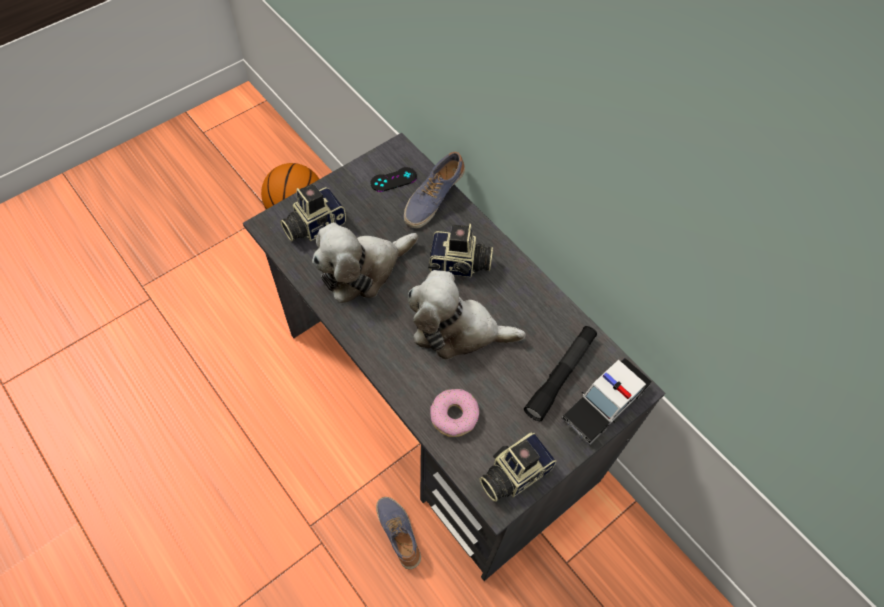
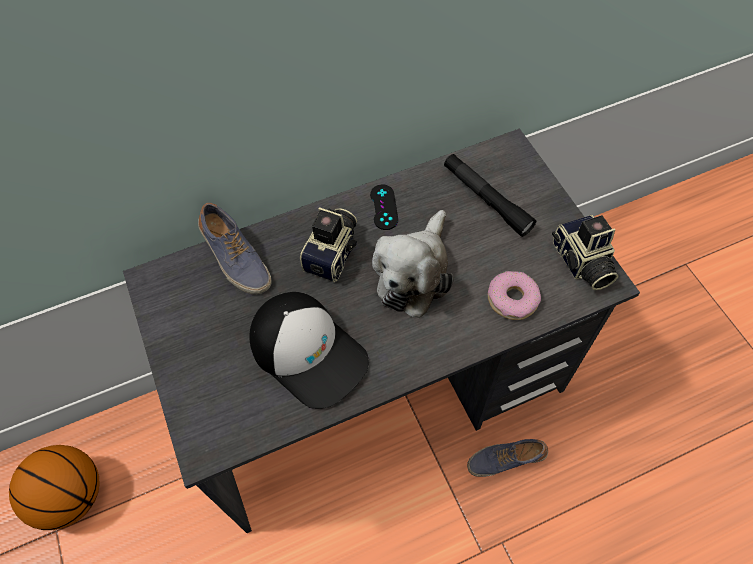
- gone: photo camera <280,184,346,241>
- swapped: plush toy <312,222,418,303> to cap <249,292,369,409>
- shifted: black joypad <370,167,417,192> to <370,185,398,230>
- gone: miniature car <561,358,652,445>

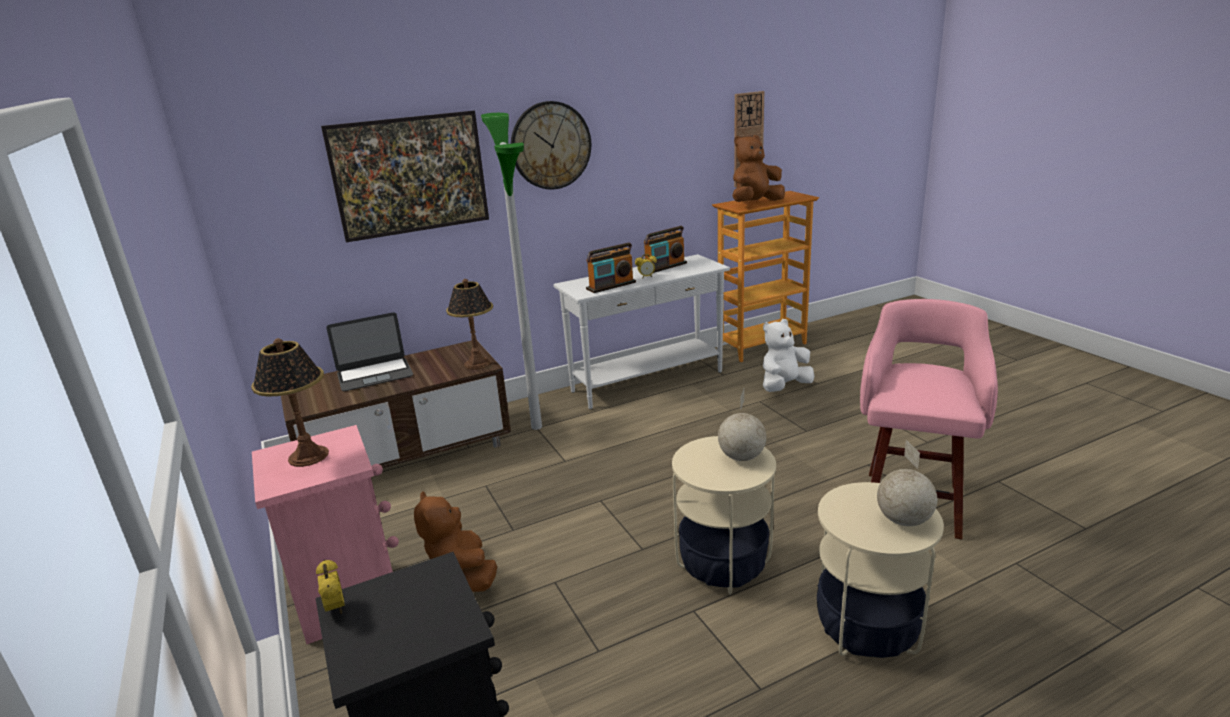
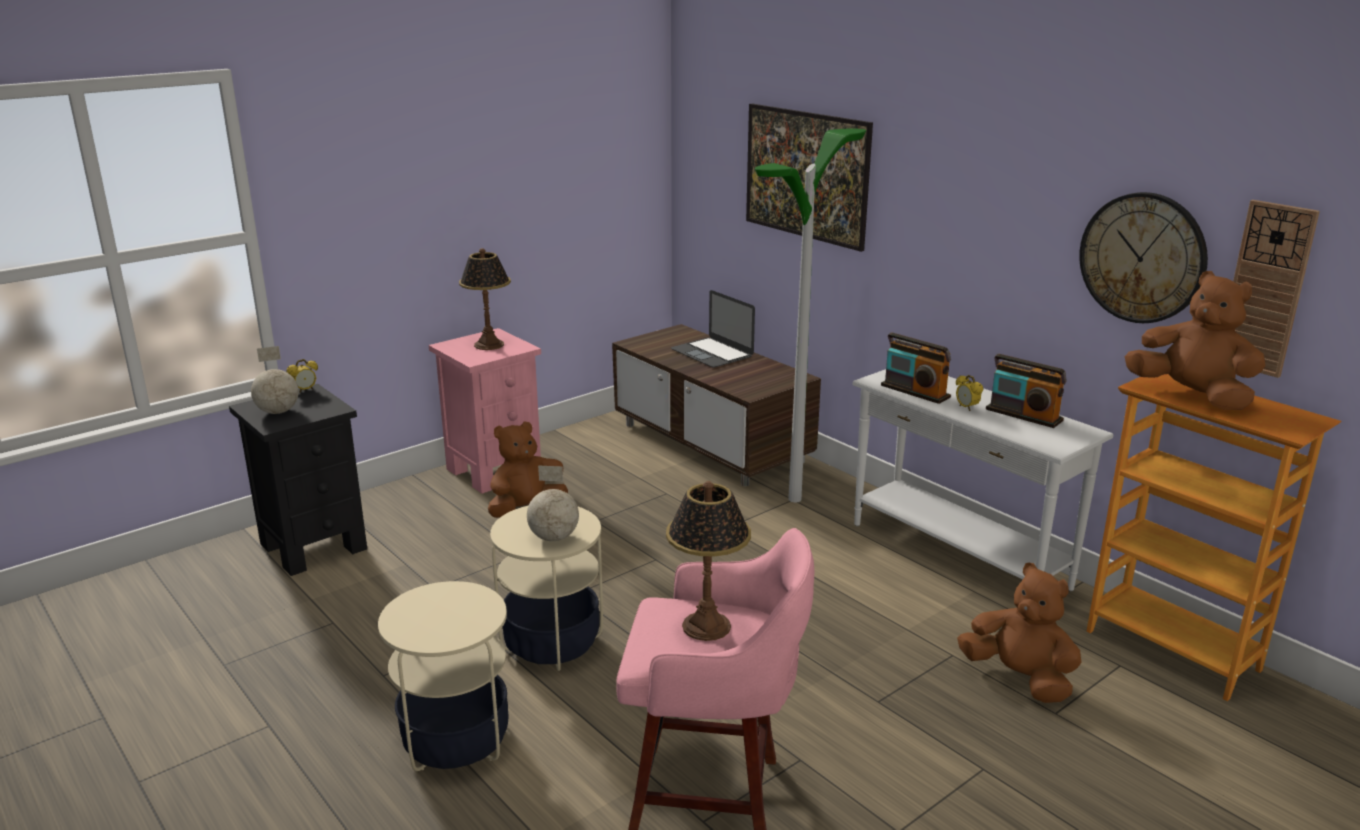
- shifted: table lamp <446,279,493,370> to <666,481,751,641>
- shifted: wall clock <511,101,591,190> to <1079,192,1208,323>
- repainted: whitish plush toy <763,319,814,392> to brown-coloured plush toy <957,563,1082,703>
- shifted: world globe <877,440,937,526> to <251,346,299,414>

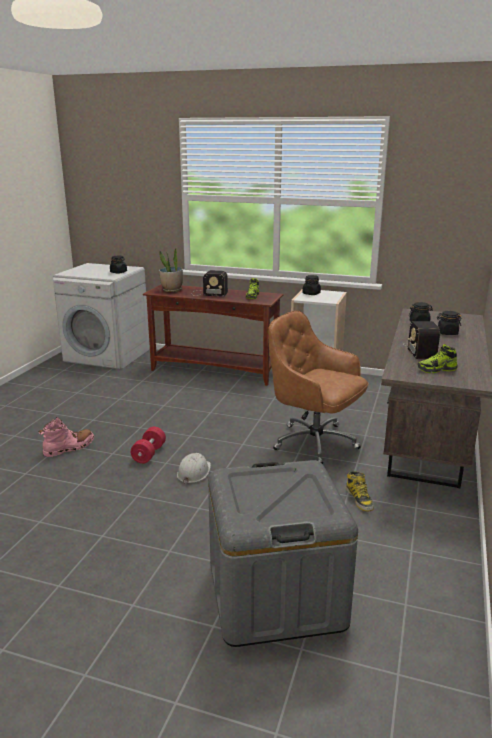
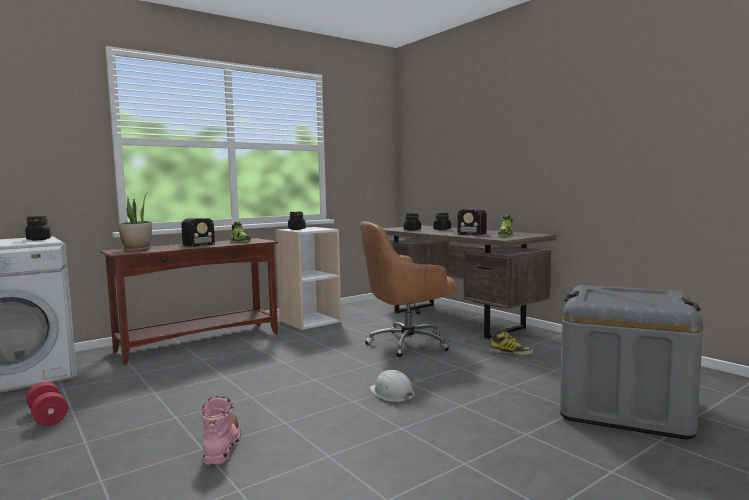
- shifted: red free weight <130,427,166,464> to <26,382,68,426>

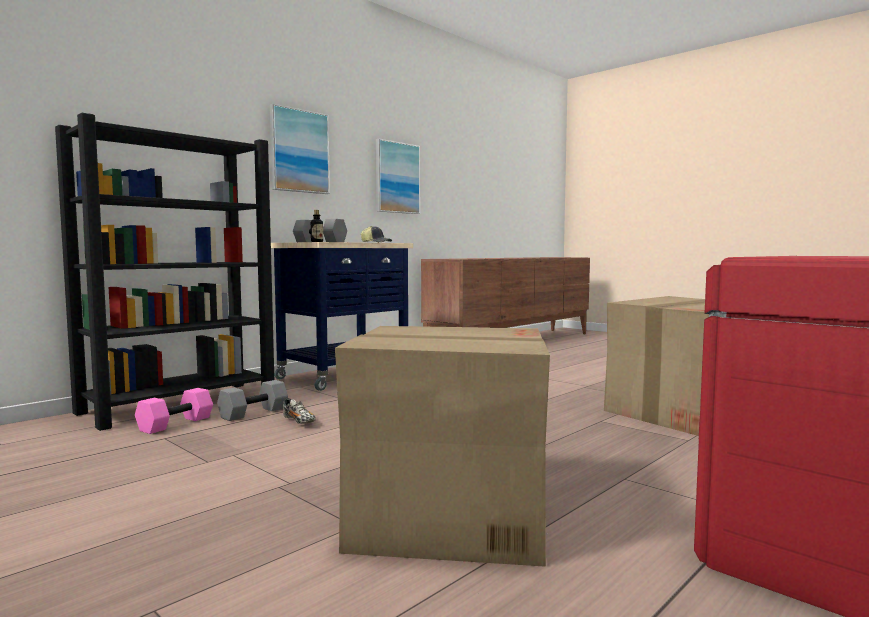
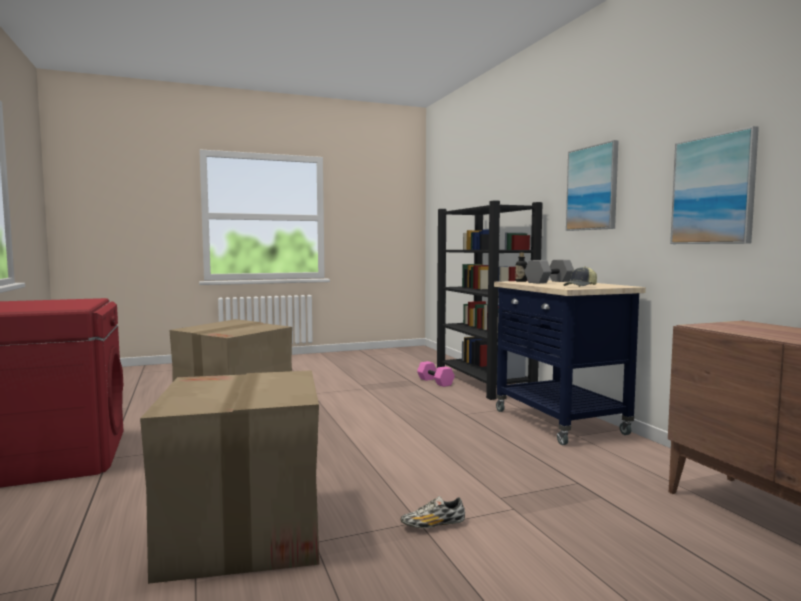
- gone: gray free weight <217,380,288,421>
- shifted: shoe <283,398,316,424> to <401,496,465,528>

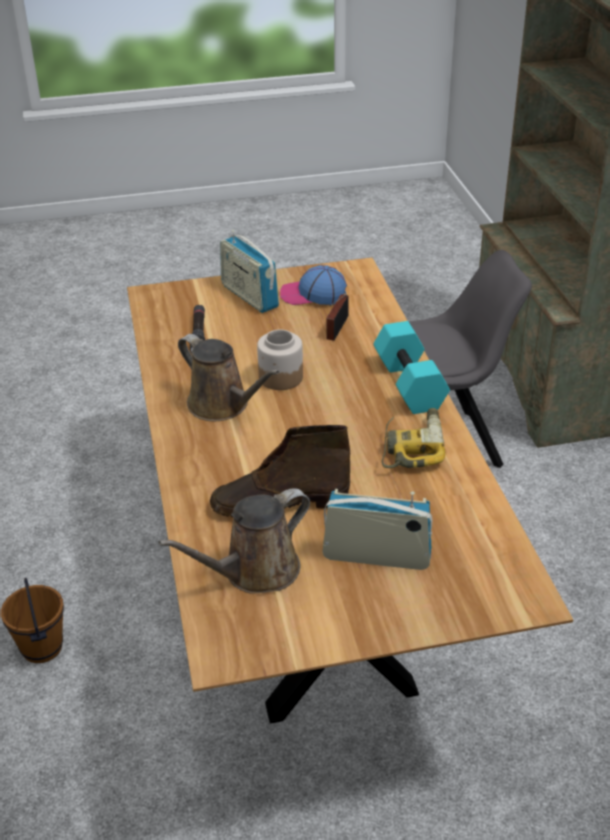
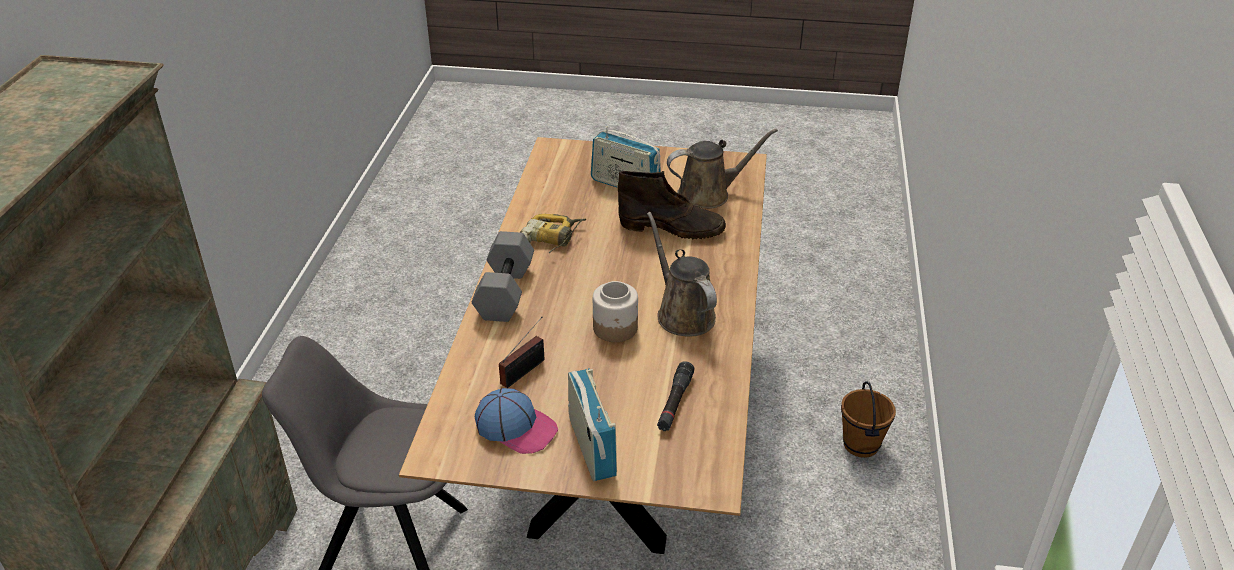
- repainted: blue-green free weight <373,321,450,414> to gray free weight <472,231,534,322>

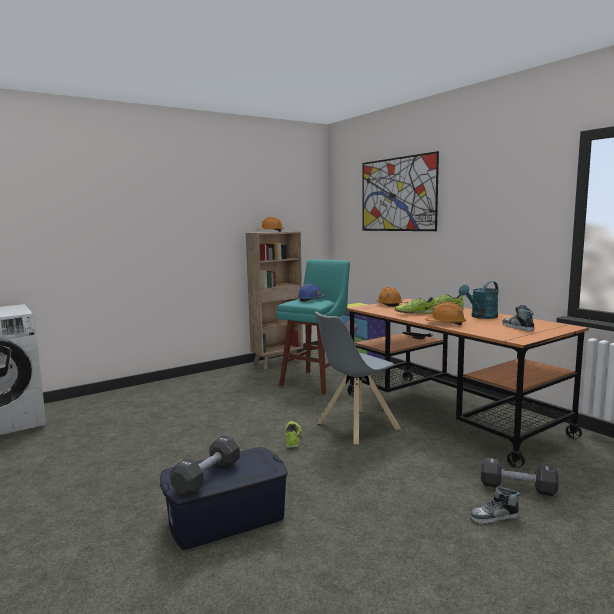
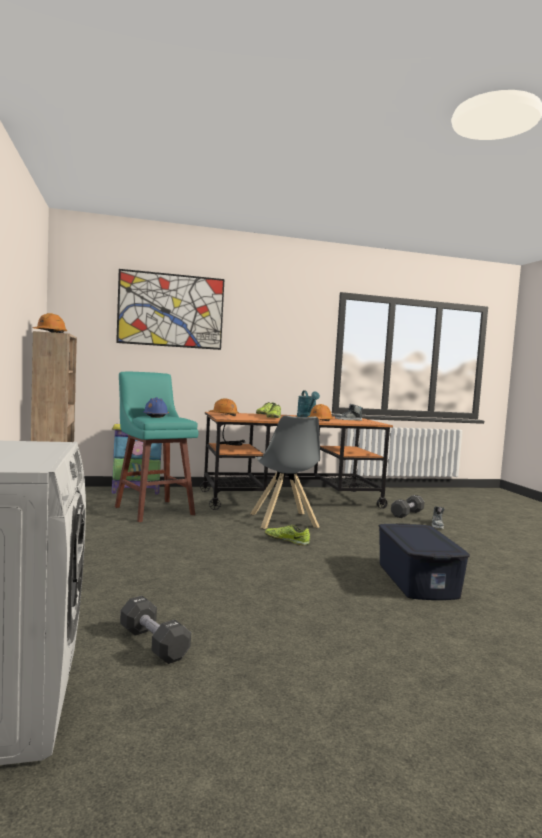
- shifted: black free weight <170,436,240,496> to <120,596,191,664>

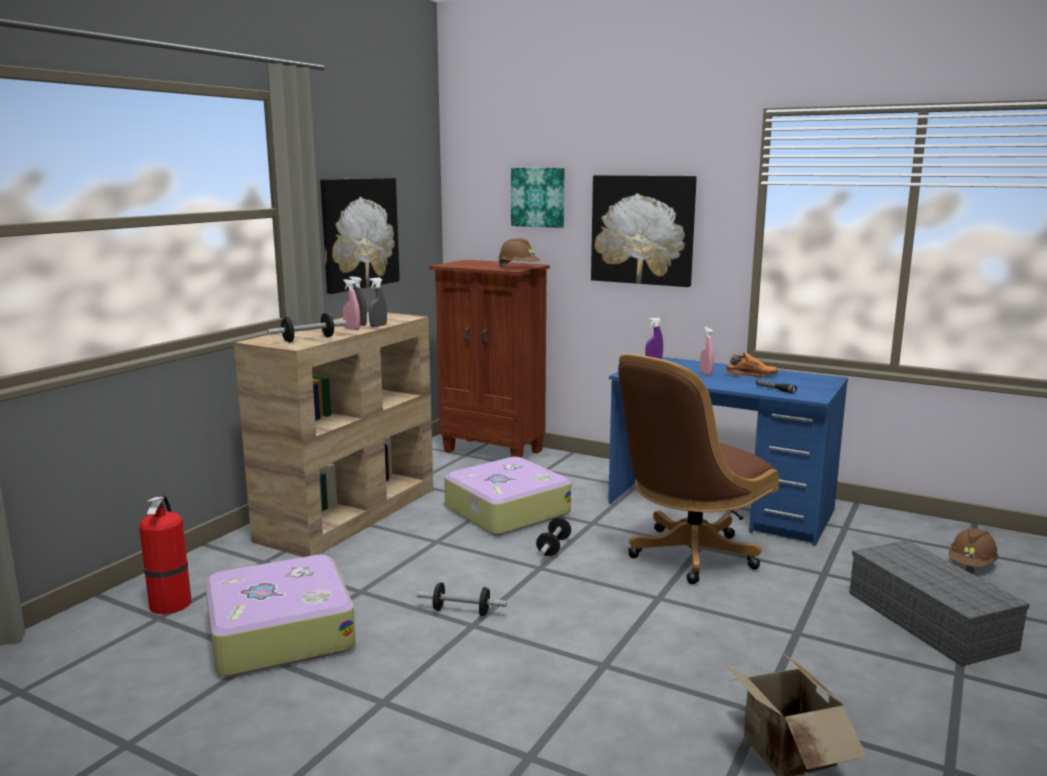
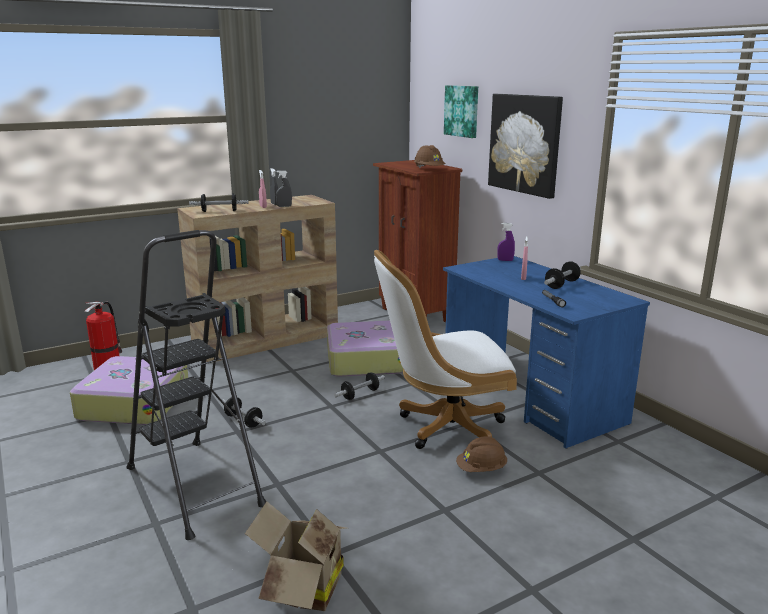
- gone: wall picture <320,178,400,294>
- repainted: brown-coloured desk chair <618,354,779,584> to whitish desk chair <374,250,517,449>
- swapped: orange-coloured shoe <725,352,778,377> to free weight <544,261,581,289>
- gone: gray storage container <849,540,1030,666>
- shifted: brown-coloured safety helmet <949,527,998,567> to <456,436,507,472>
- new: step stool <126,230,266,540>

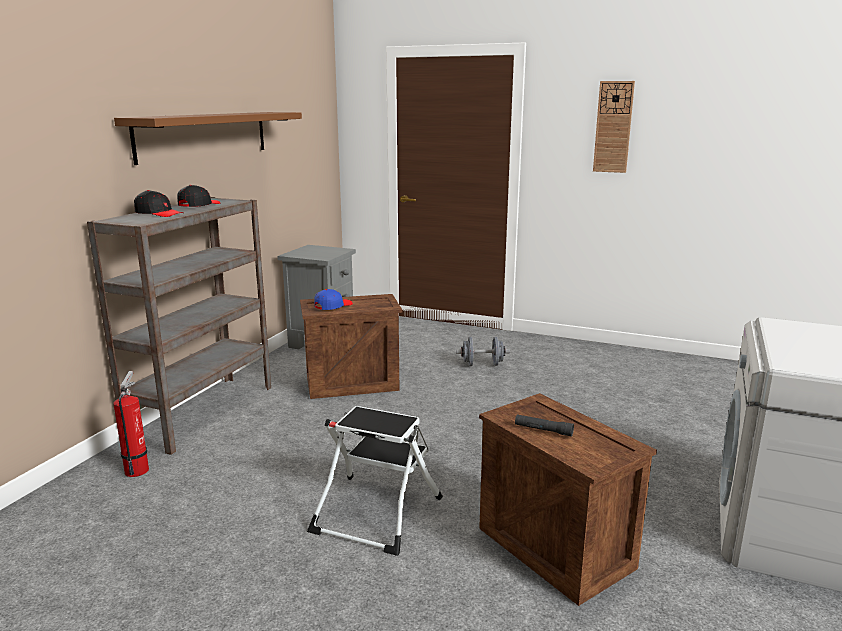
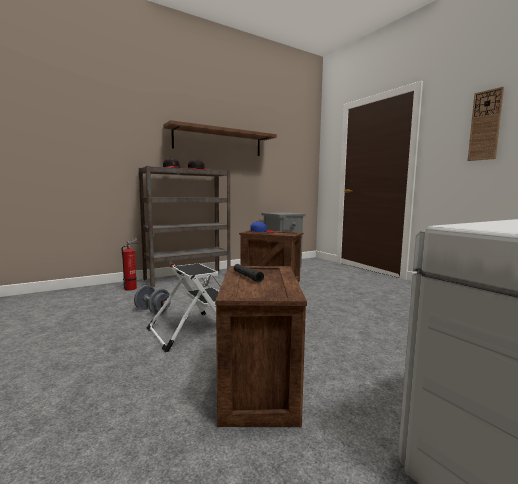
- shifted: gray free weight <456,337,510,366> to <134,285,171,314>

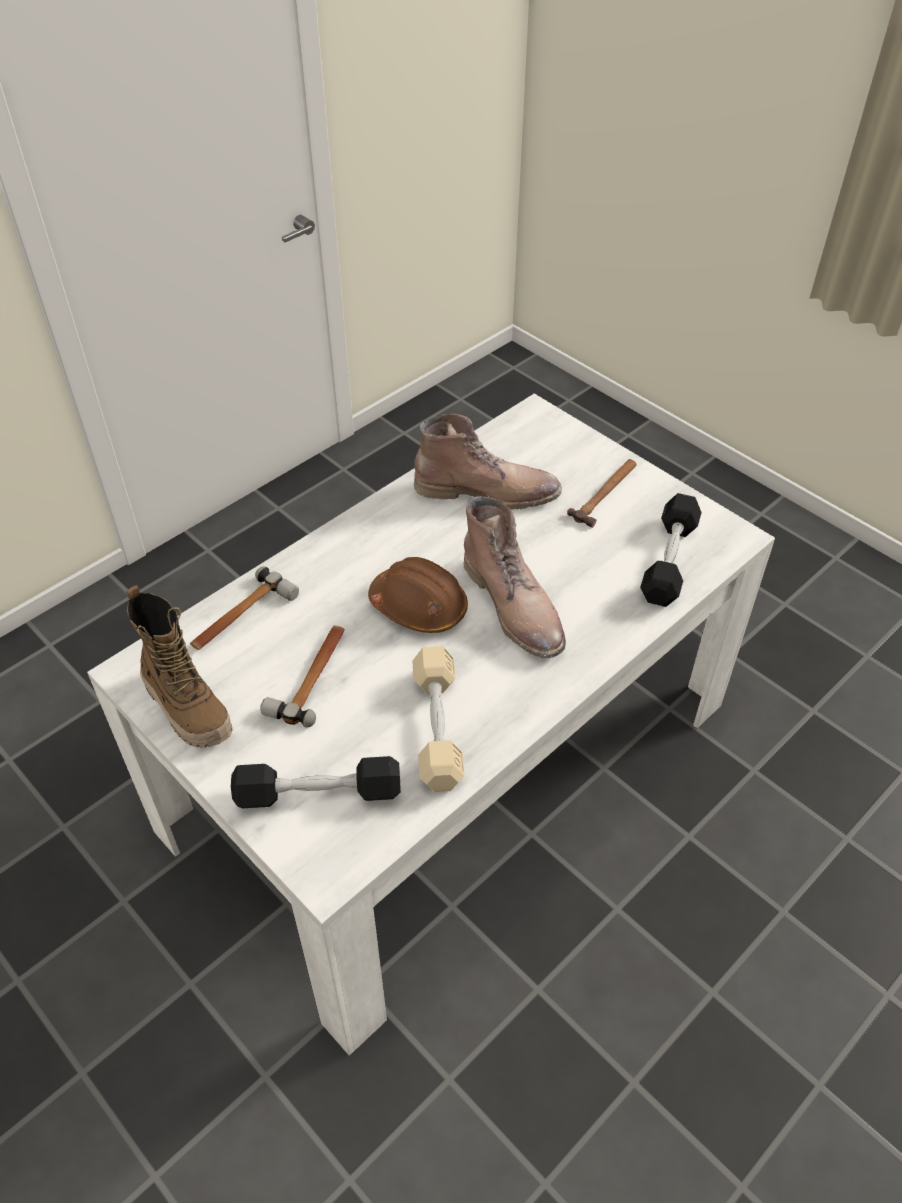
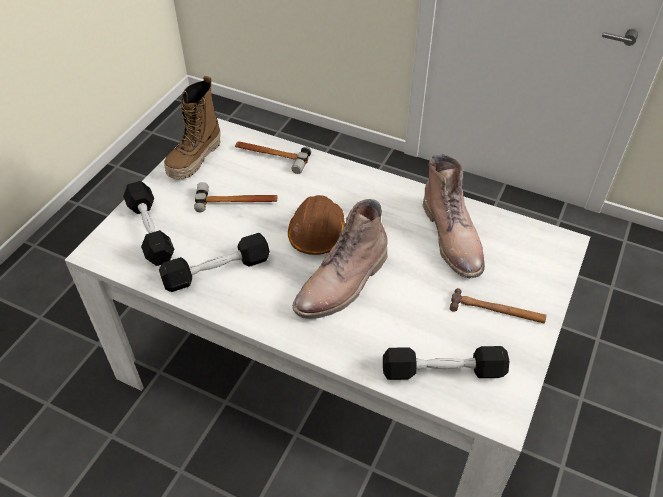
- repainted: beige-coloured free weight <412,646,465,792> to black free weight <159,233,270,292>

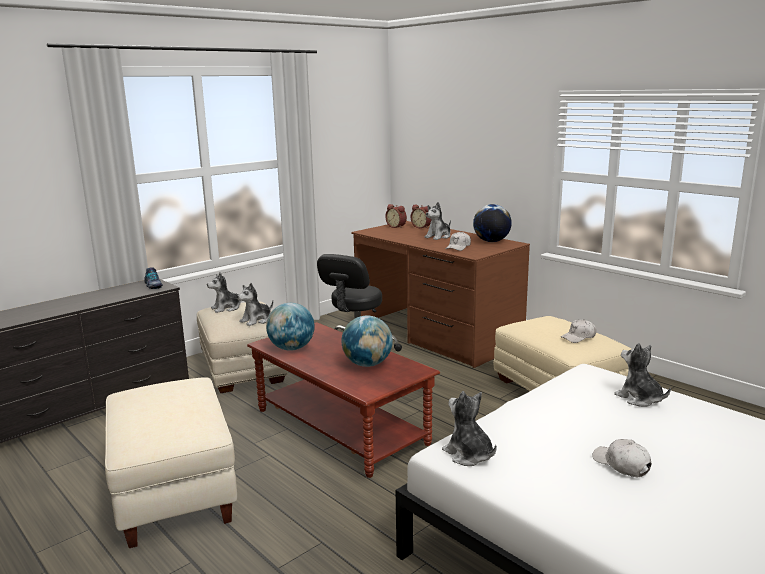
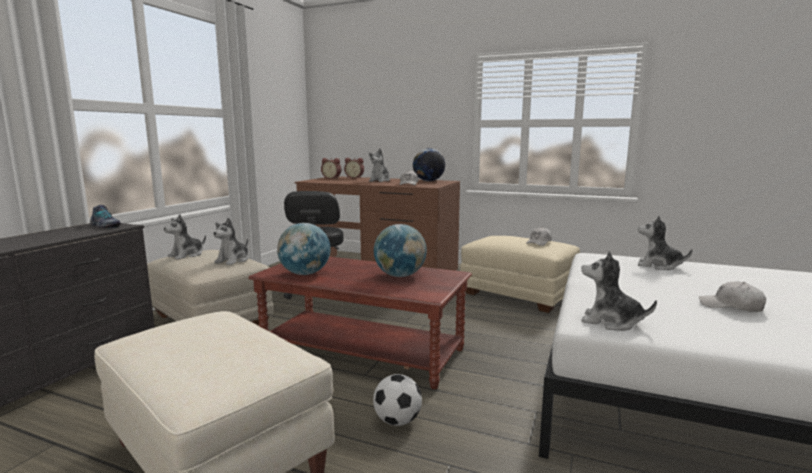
- new: ball for football <373,374,422,426>

